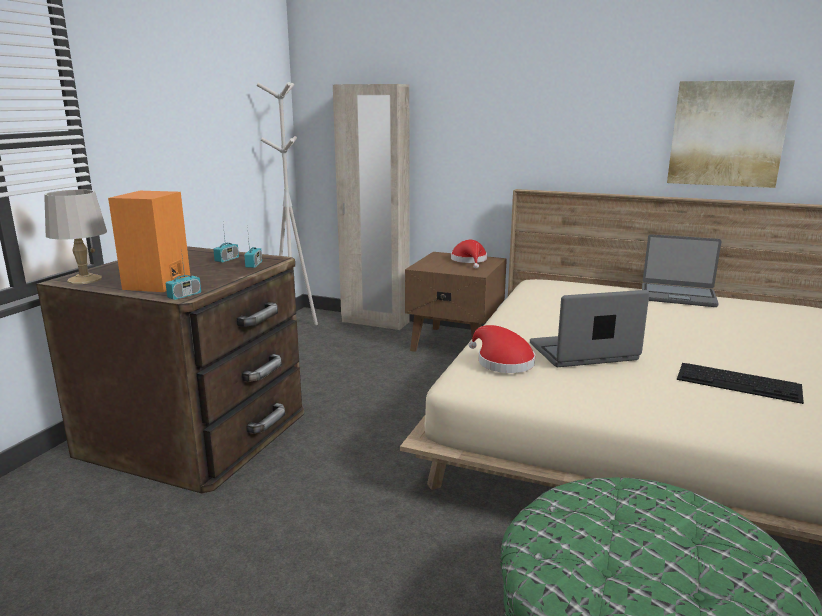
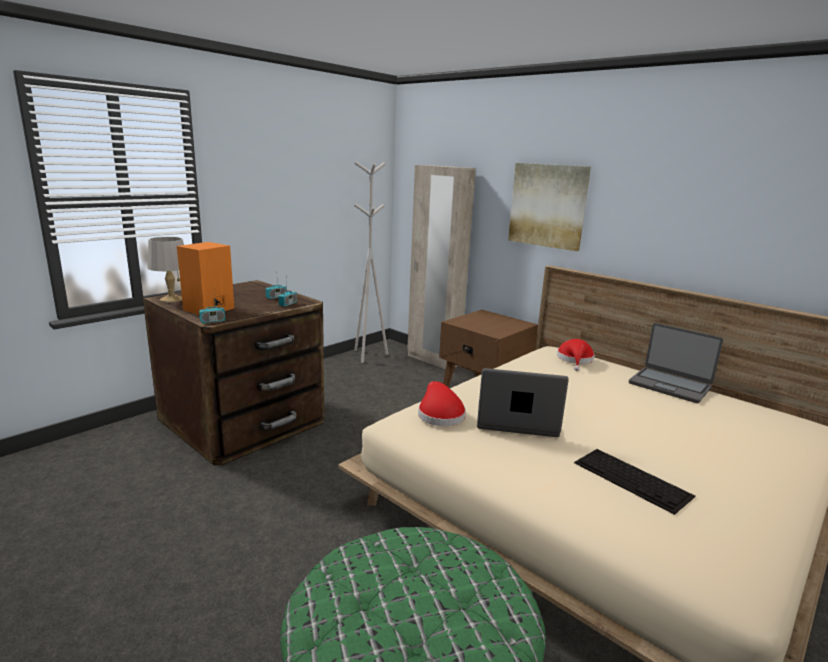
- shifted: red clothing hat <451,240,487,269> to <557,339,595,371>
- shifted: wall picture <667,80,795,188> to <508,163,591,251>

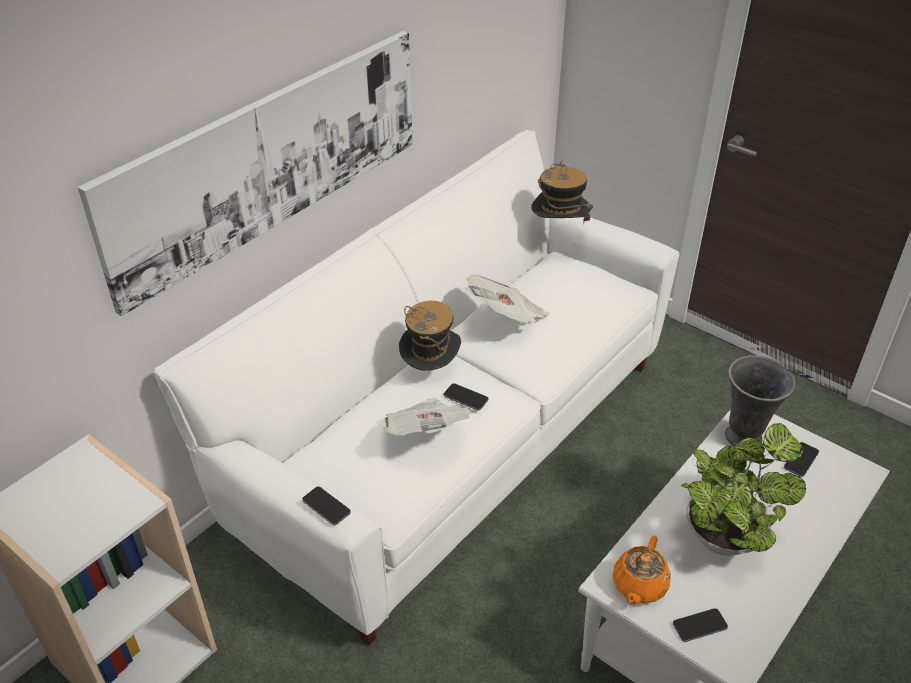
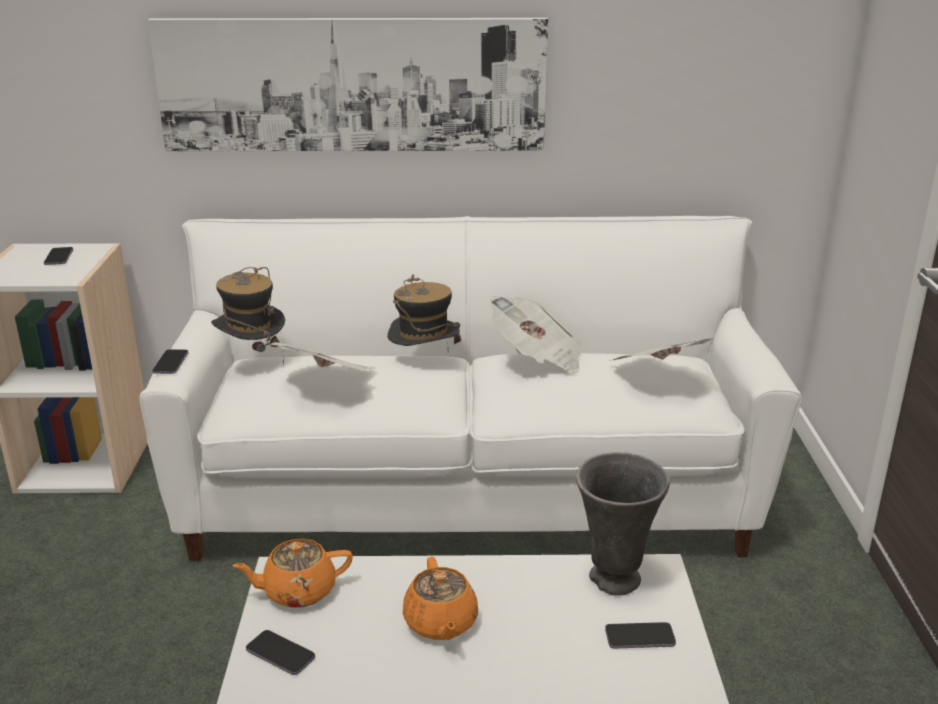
- shifted: phone <444,383,488,411> to <44,247,73,265>
- shifted: clothing hat <531,160,593,221> to <211,267,285,365>
- swapped: potted plant <681,423,806,556> to orange-coloured tea pot <403,557,478,640>
- new: printed paper <609,339,712,361>

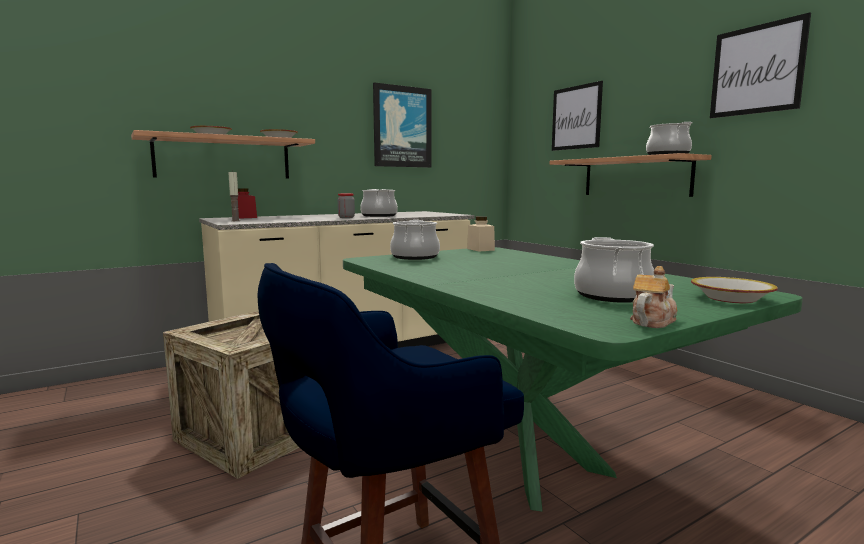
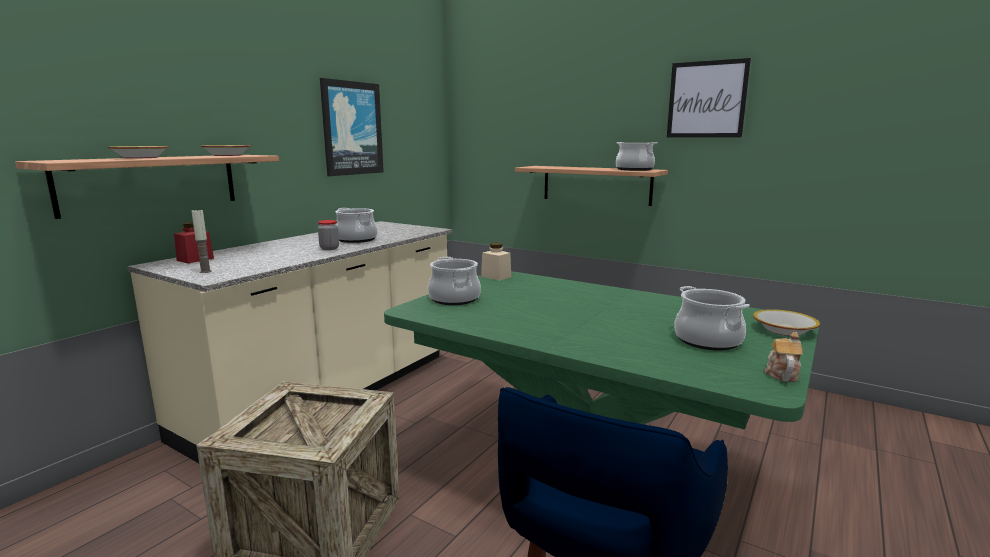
- gone: wall picture <552,81,603,151>

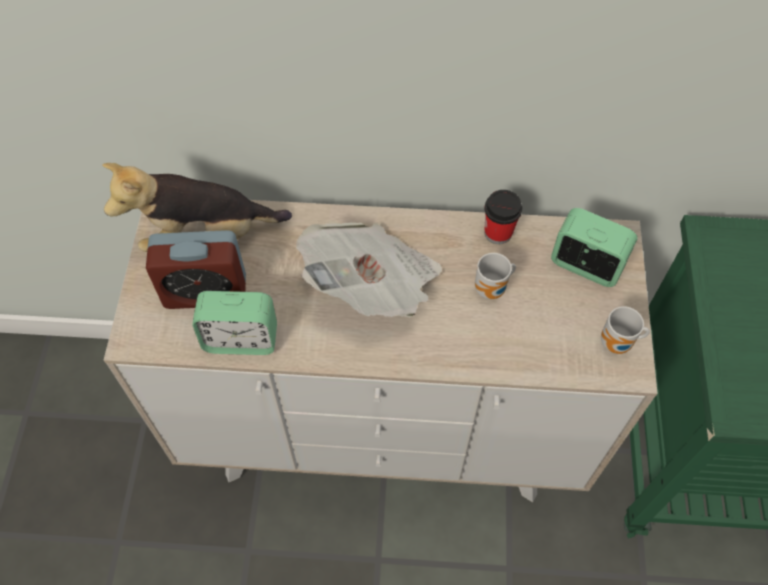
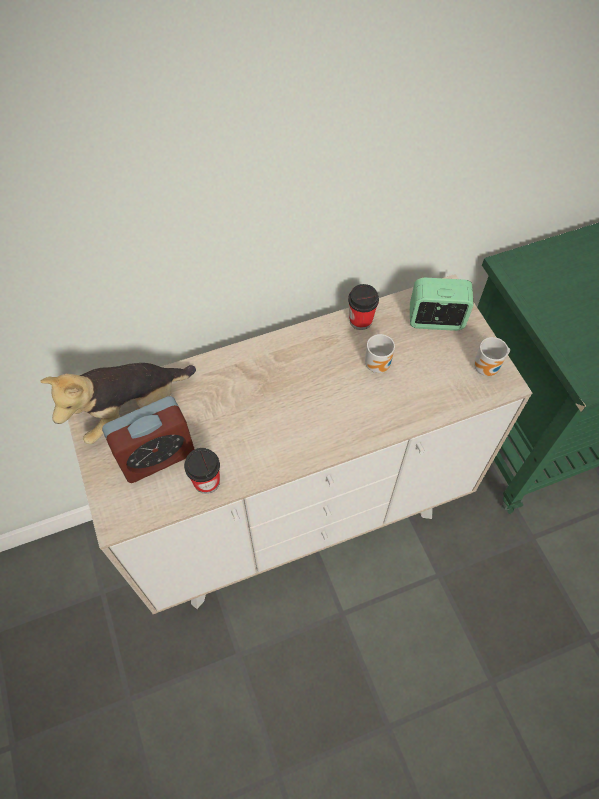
- swapped: table clock <192,291,277,355> to cup <184,448,220,494>
- gone: printed paper <296,223,442,317>

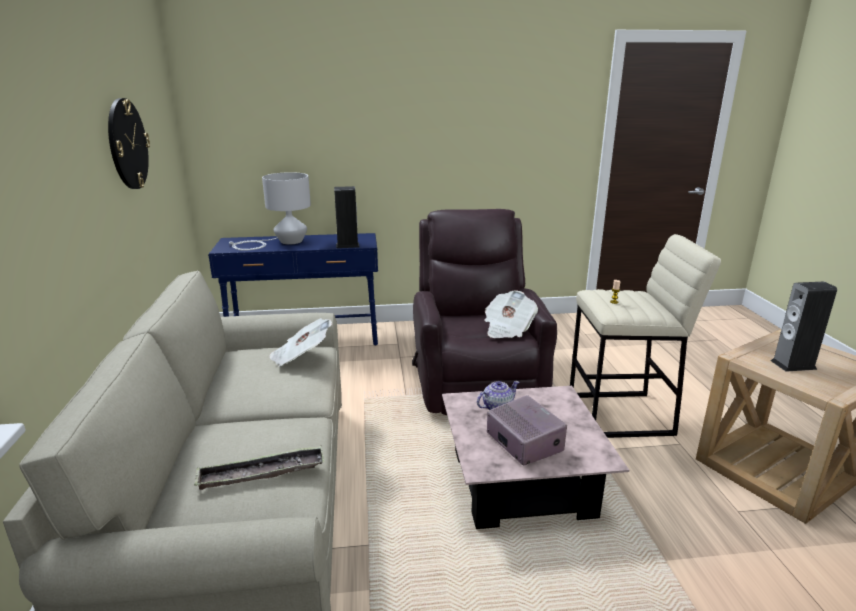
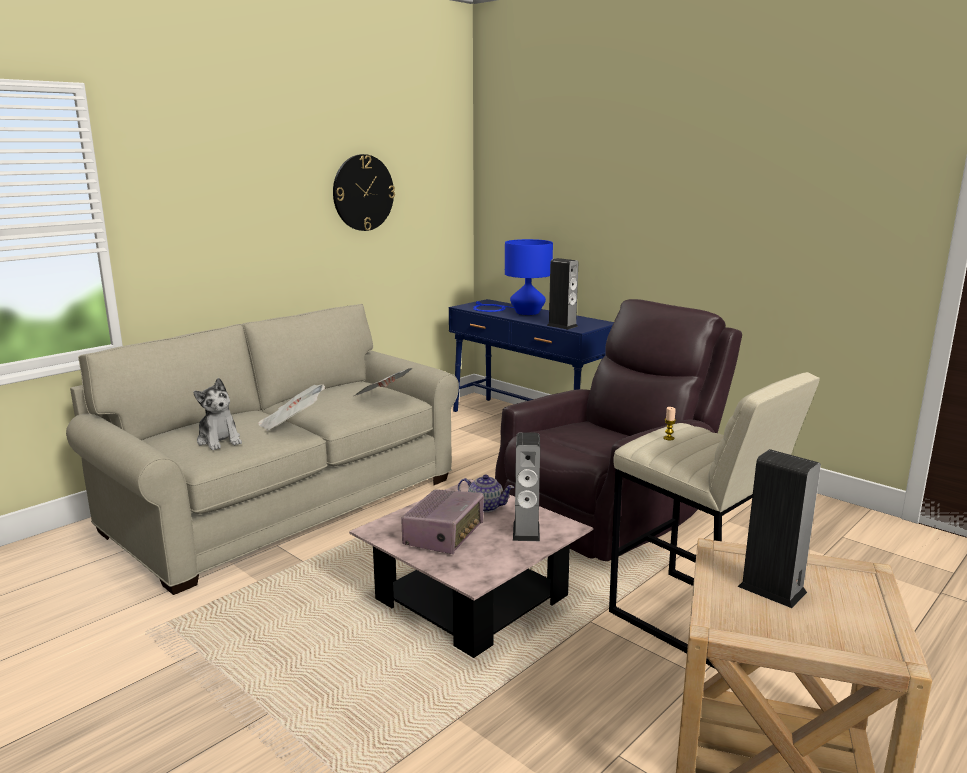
- swapped: carrying tray <194,446,324,490> to plush toy <194,378,242,450>
- repainted: gray table lamp <229,172,311,251> to blue-coloured table lamp <473,239,553,315>
- shifted: printed paper <484,290,538,338> to <258,384,325,431>
- new: speaker <513,432,540,541>

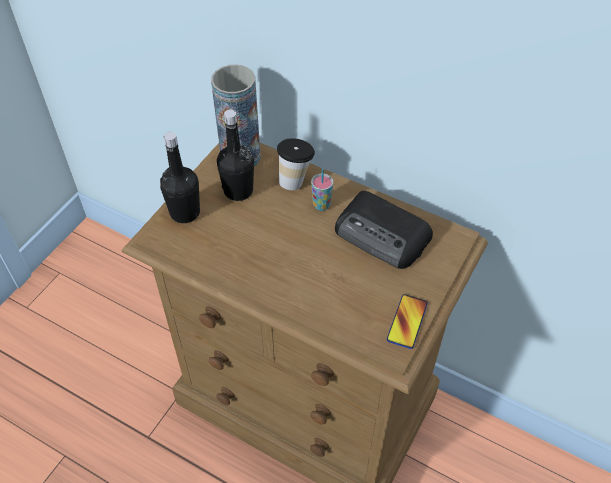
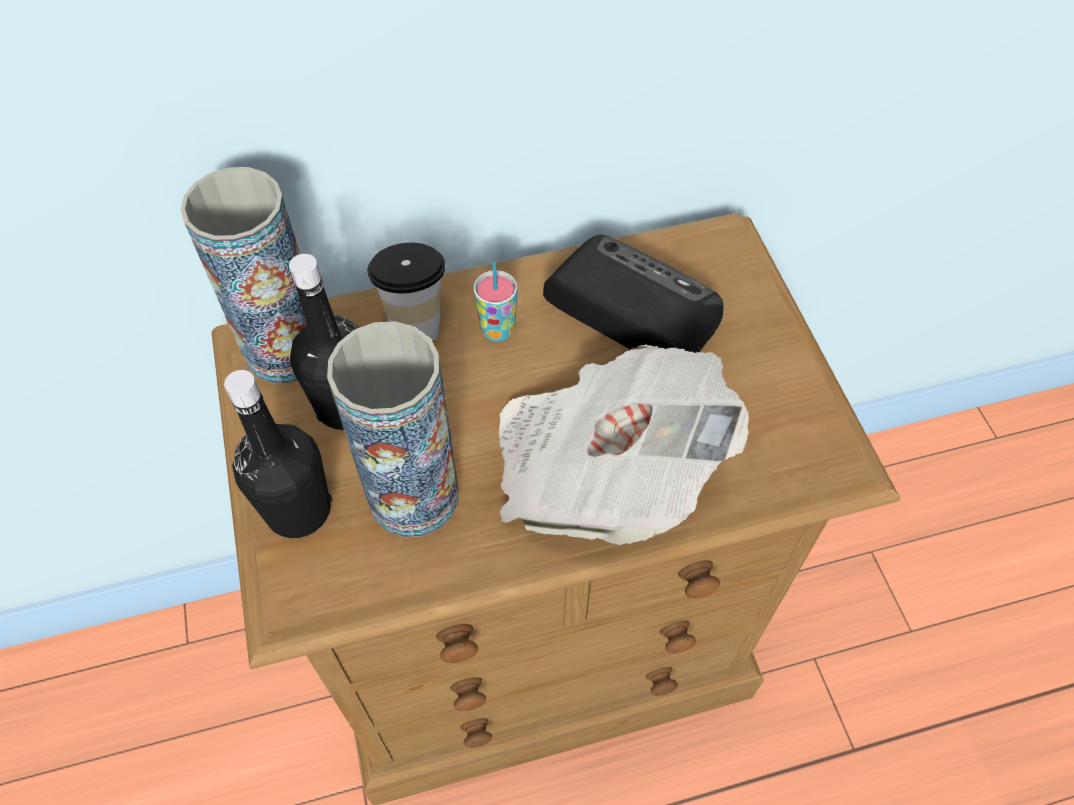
- rotated: radio <335,191,433,269> = <543,235,724,353> 135 degrees counterclockwise
- gone: phone <387,294,428,349>
- new: decorative vase <327,321,459,537>
- new: printed paper <499,344,749,545>

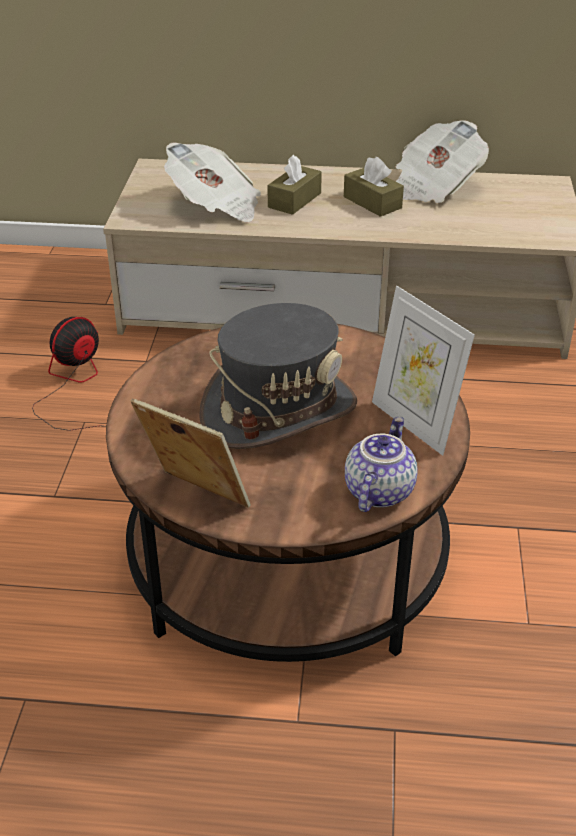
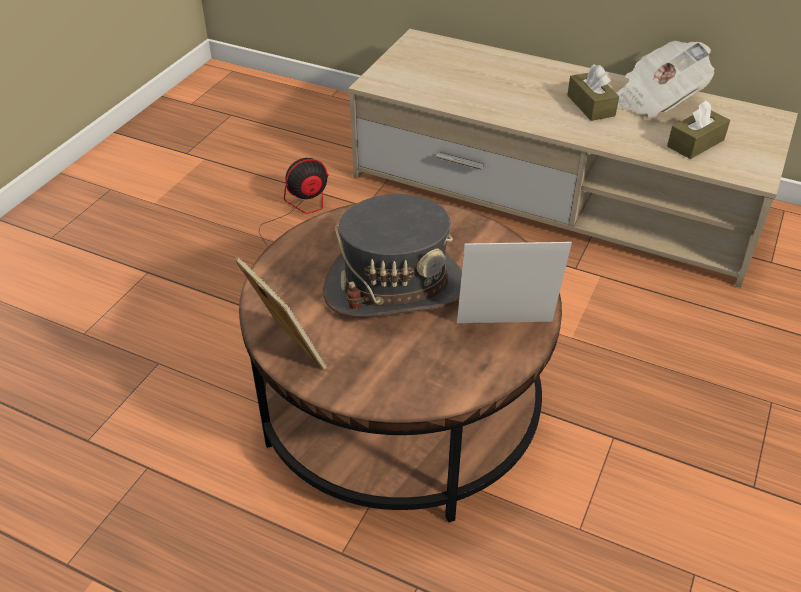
- gone: printed paper <164,142,261,222>
- shifted: brown-coloured box of tissues <267,154,322,215> to <667,101,730,159>
- gone: tea pot <345,417,418,512>
- rotated: picture frame <372,286,475,456> = <457,242,572,323> 105 degrees clockwise

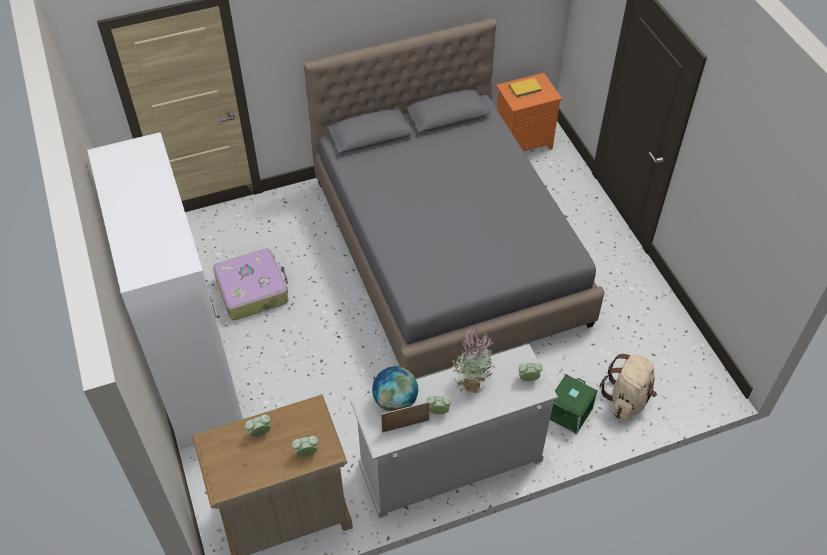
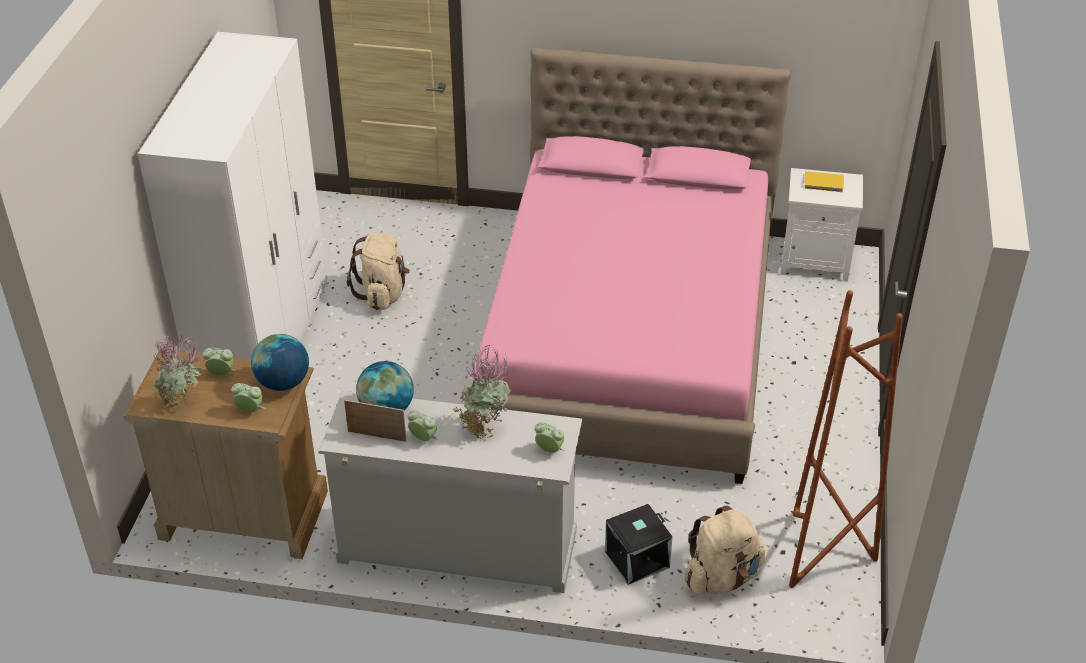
- swapped: travel case <213,249,289,320> to beige-coloured backpack <347,232,410,310>
- repainted: gray bedroom bed <304,18,605,378> to pink bedroom bed <465,47,791,484>
- repainted: orange-coloured bedside table <496,73,562,151> to whitish bedside table <780,168,863,282>
- repainted: green storage container <550,374,598,435> to black storage container <605,504,673,585>
- new: potted plant <152,333,201,413>
- new: world globe <251,334,309,391>
- new: brown-coloured clothes rack <789,290,903,588>

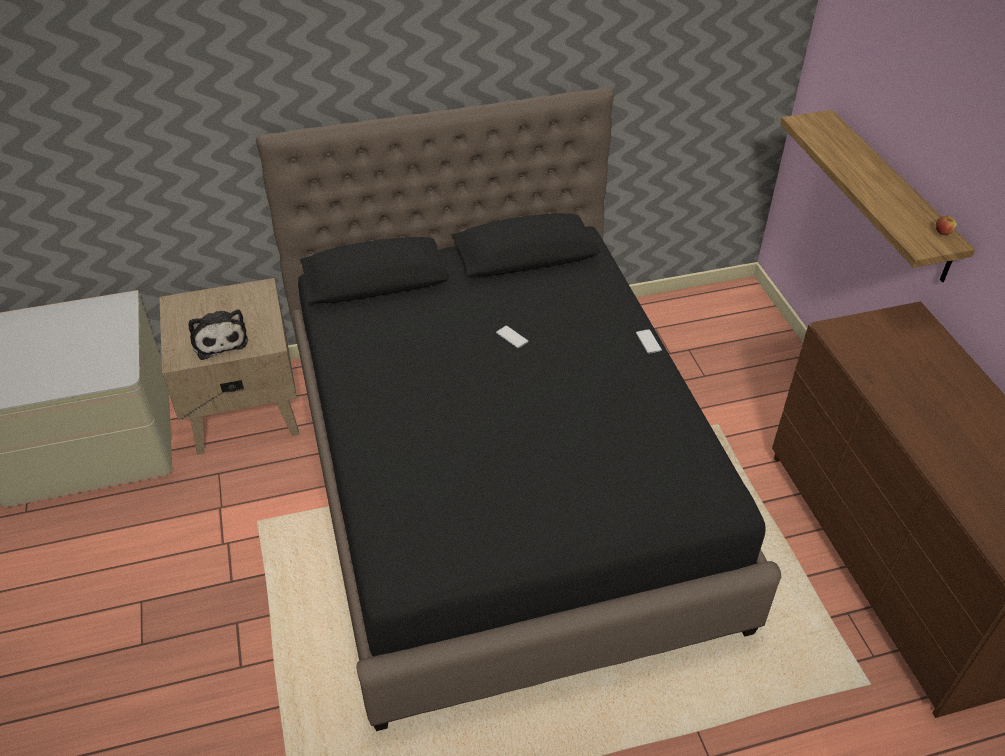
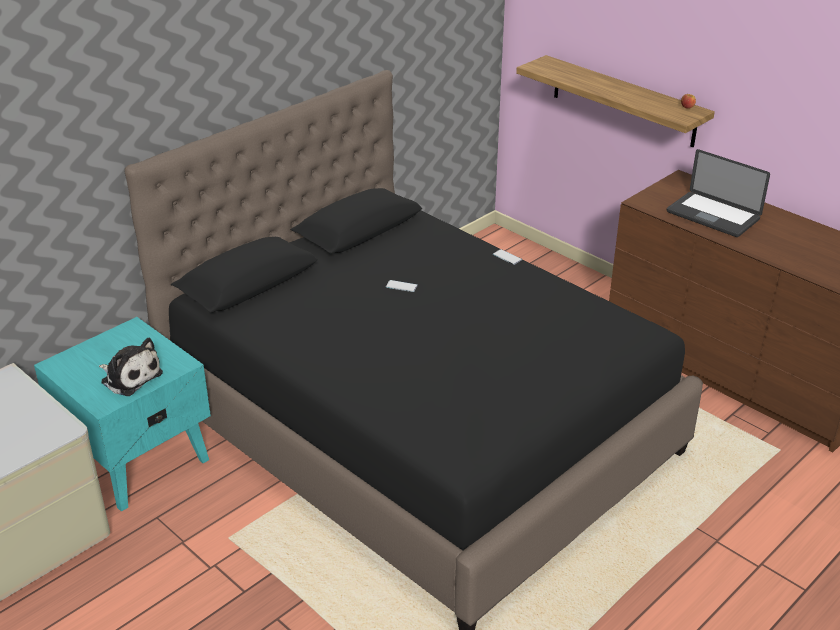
- repainted: beige-coloured bedside table <159,278,299,455> to blue-green bedside table <34,317,211,512>
- new: notebook computer <667,149,770,237>

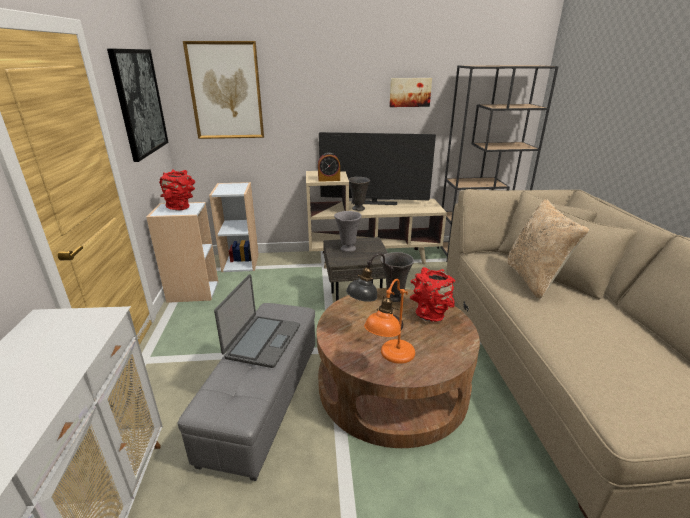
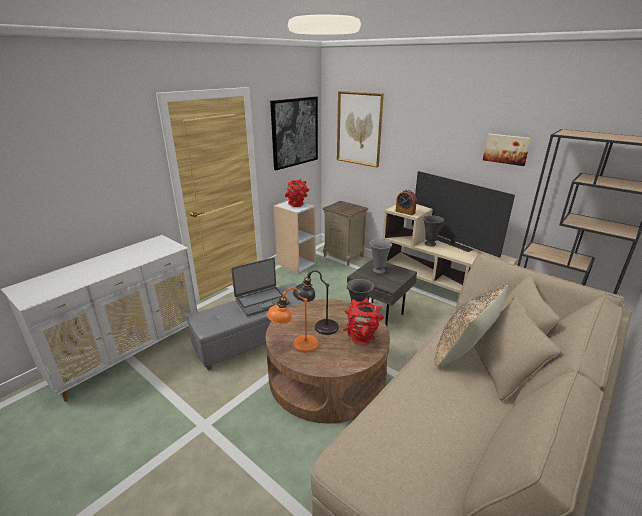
- swapped: shelving unit <209,182,259,272> to beige-coloured bedside table <323,201,368,266>

